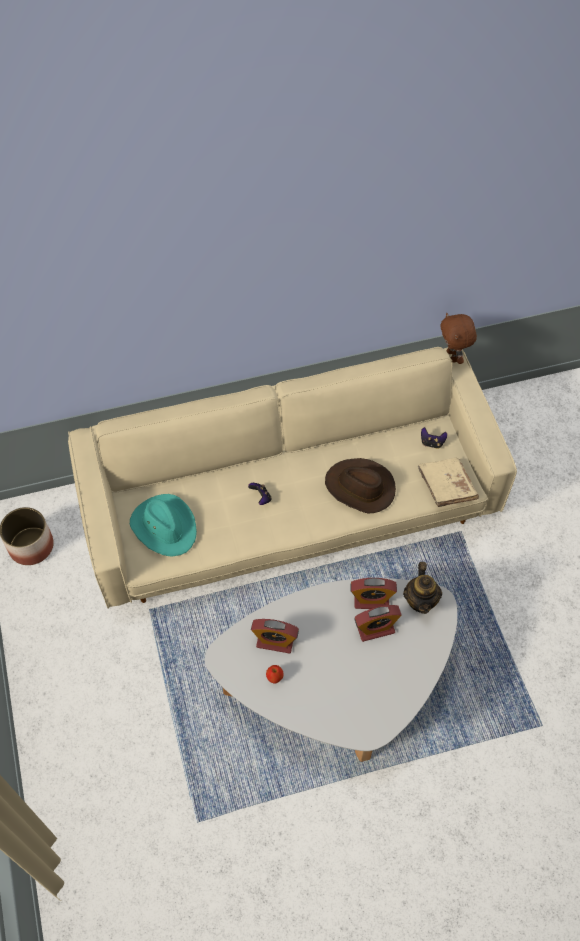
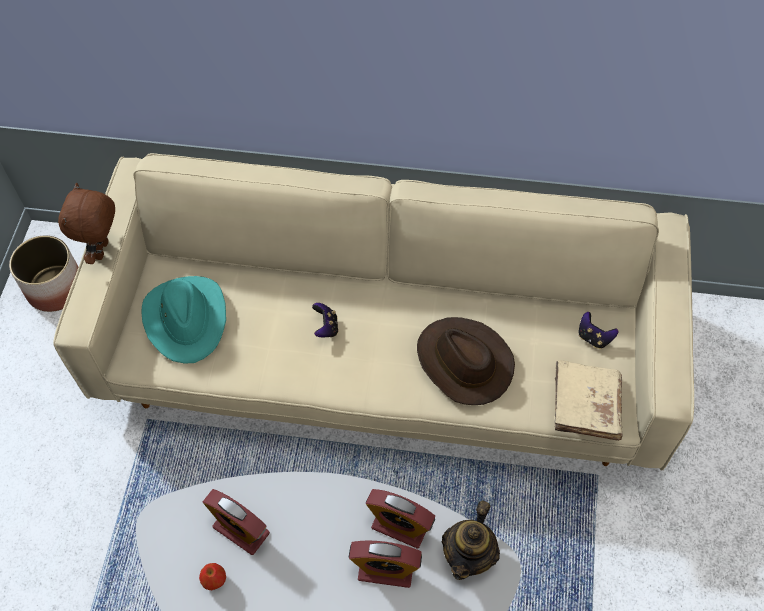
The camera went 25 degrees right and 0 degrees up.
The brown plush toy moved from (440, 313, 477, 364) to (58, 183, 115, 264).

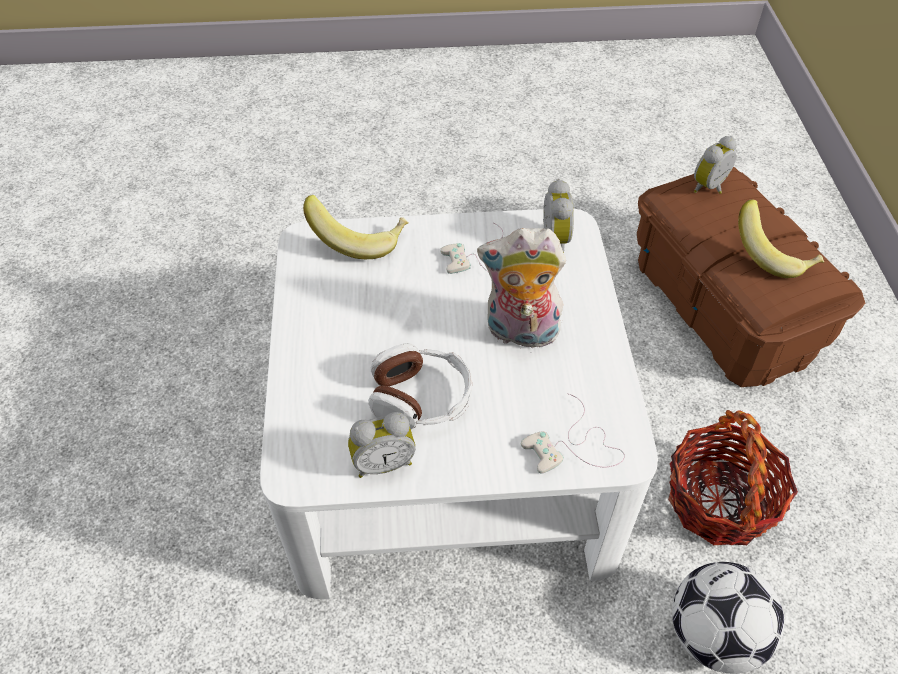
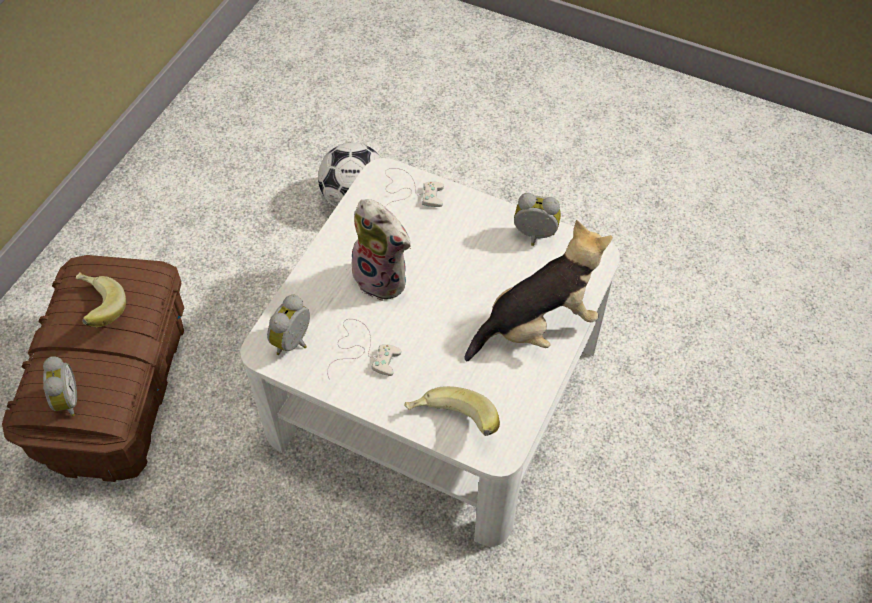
The camera went 150 degrees left and 5 degrees up.
The headphones at (368, 343, 472, 429) disappeared.
The basket at (668, 410, 798, 545) disappeared.
The alarm clock at (694, 136, 737, 194) turned 90 degrees counterclockwise.
The plush toy at (464, 220, 613, 361) appeared.

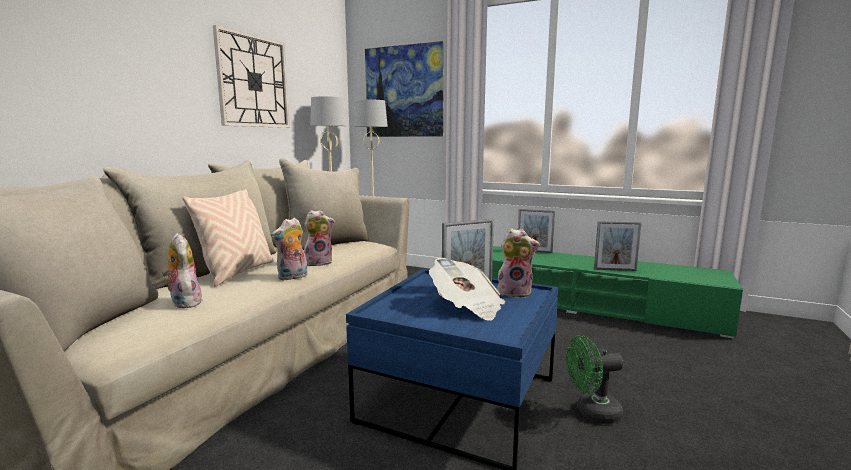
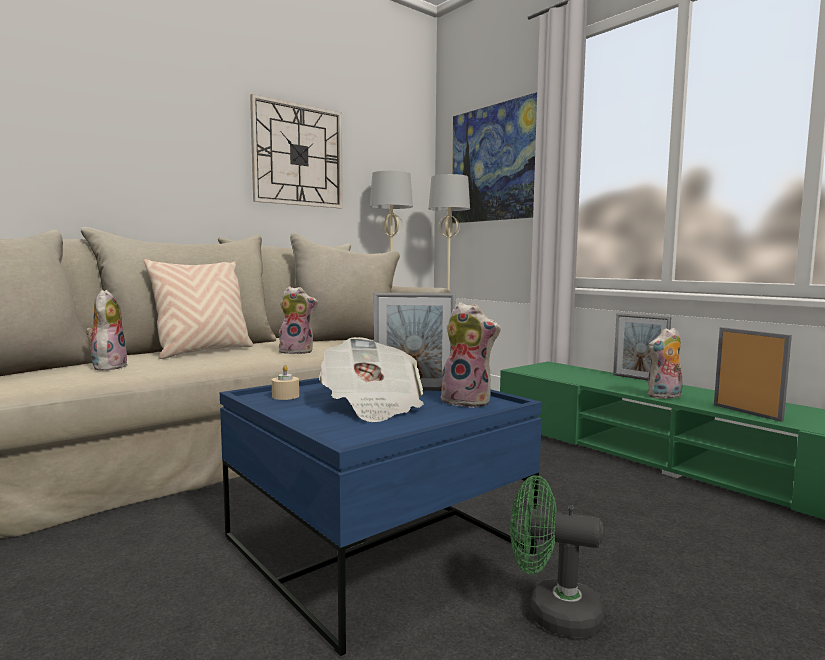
The camera went 25 degrees right and 5 degrees down.
The plush toy moved from (271, 218, 308, 280) to (647, 327, 683, 399).
The picture frame at (594, 221, 642, 271) turned 150 degrees counterclockwise.
The beige candle at (272, 365, 299, 400) appeared.

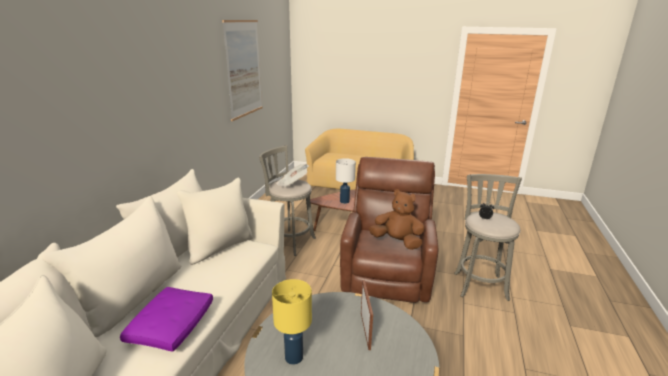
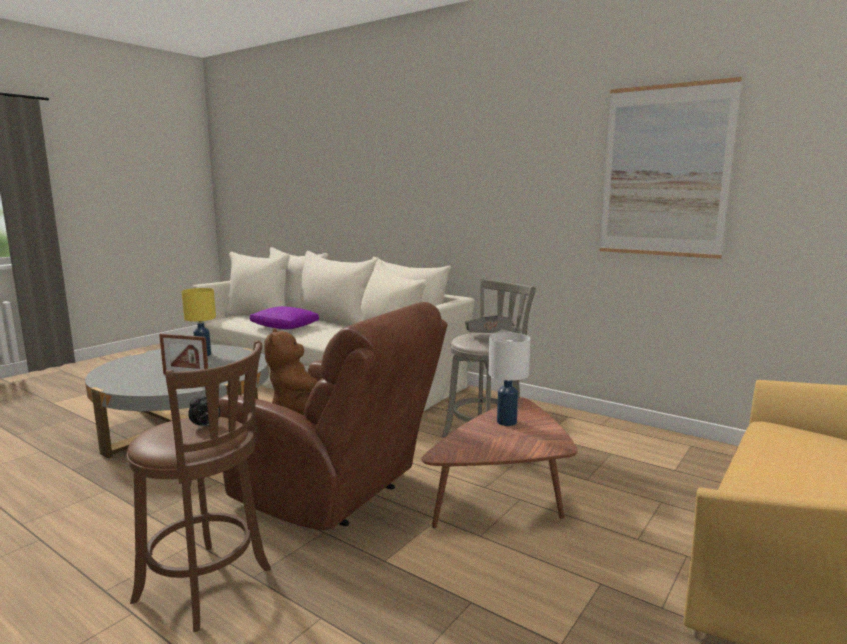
The camera went 110 degrees right and 10 degrees down.
The brown plush toy at (369, 189, 425, 250) turned 120 degrees clockwise.
The grey stool at (454, 174, 522, 301) became the brown stool at (127, 340, 271, 632).

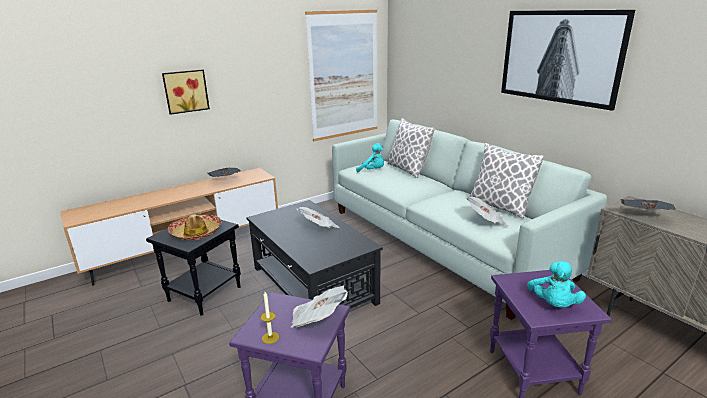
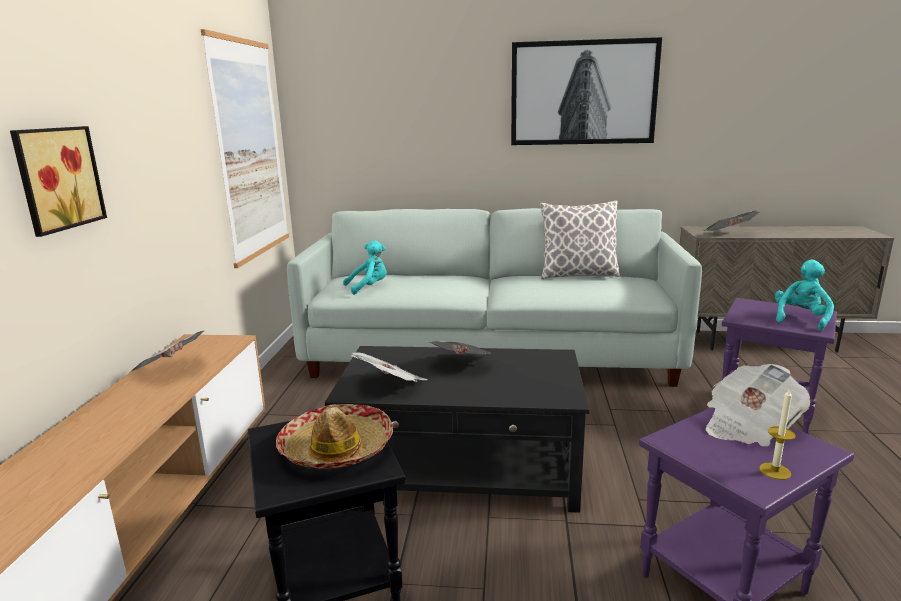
The camera went 50 degrees left and 5 degrees down.
The pillow at (387, 118, 435, 178) disappeared.
The newspaper moved from (465, 197, 508, 226) to (350, 352, 428, 382).
The turquoise plush toy at (527, 261, 586, 308) turned 105 degrees counterclockwise.

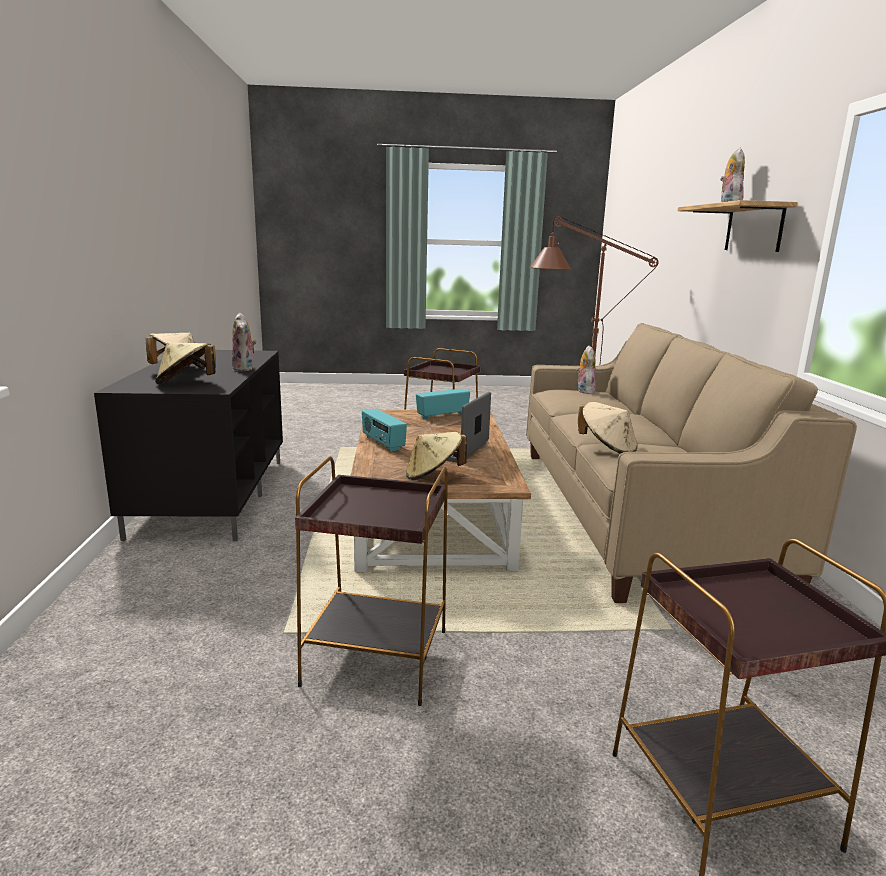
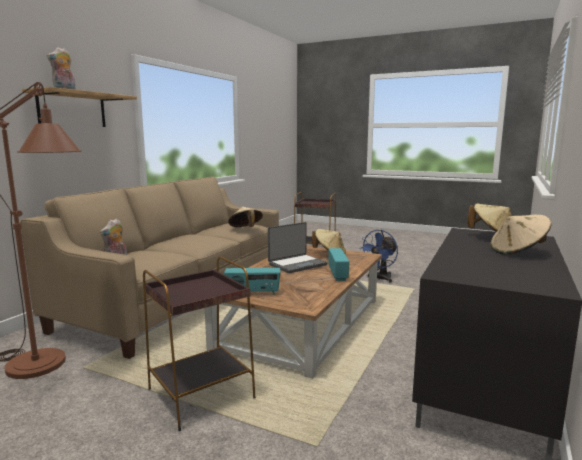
The camera went 150 degrees left and 5 degrees down.
The plush toy at (232, 313, 256, 371) disappeared.
The brown side table at (295, 457, 448, 706) was replaced by the blue fan at (359, 230, 398, 283).

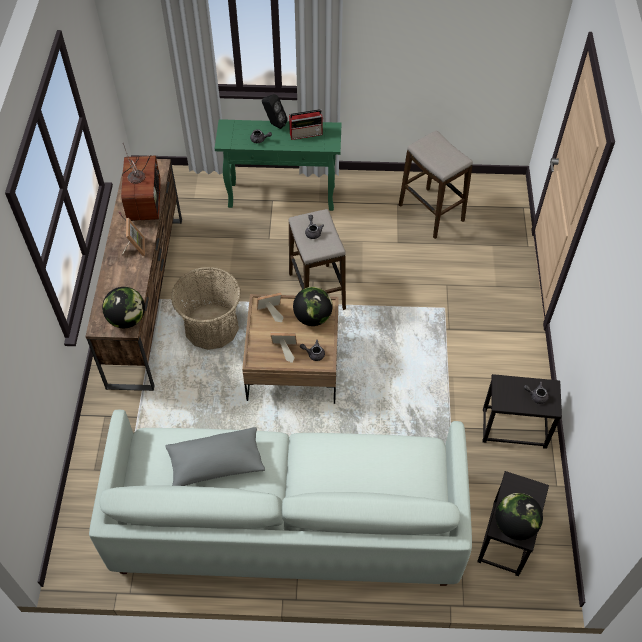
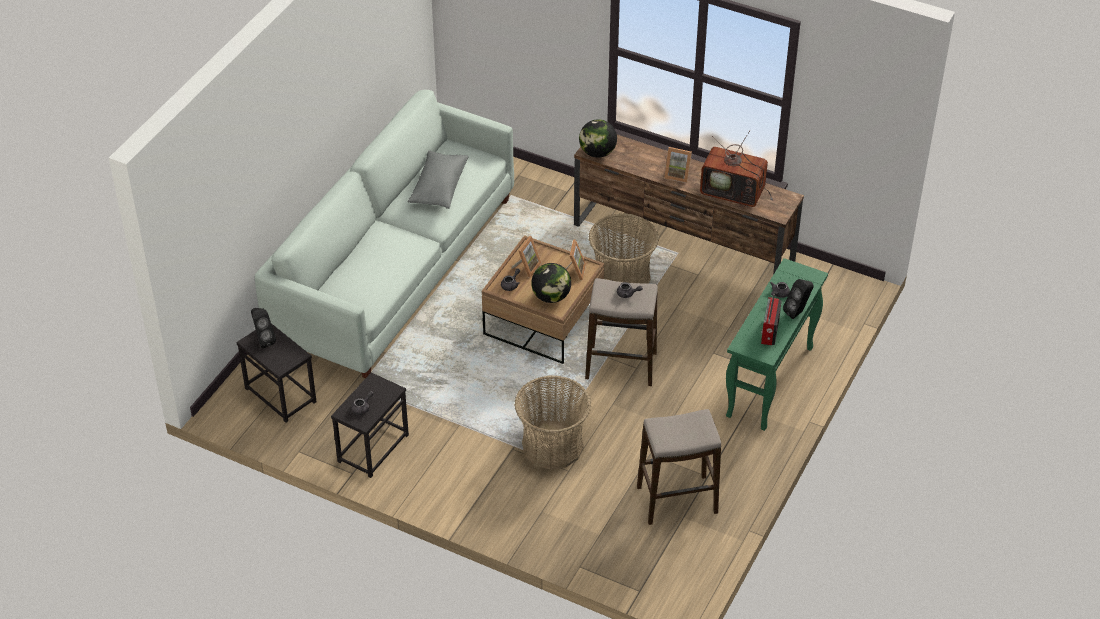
The camera went 115 degrees right and 10 degrees down.
The globe at (496, 493, 543, 540) was replaced by the black speaker at (251, 308, 276, 348).
The basket at (515, 375, 591, 469) appeared.

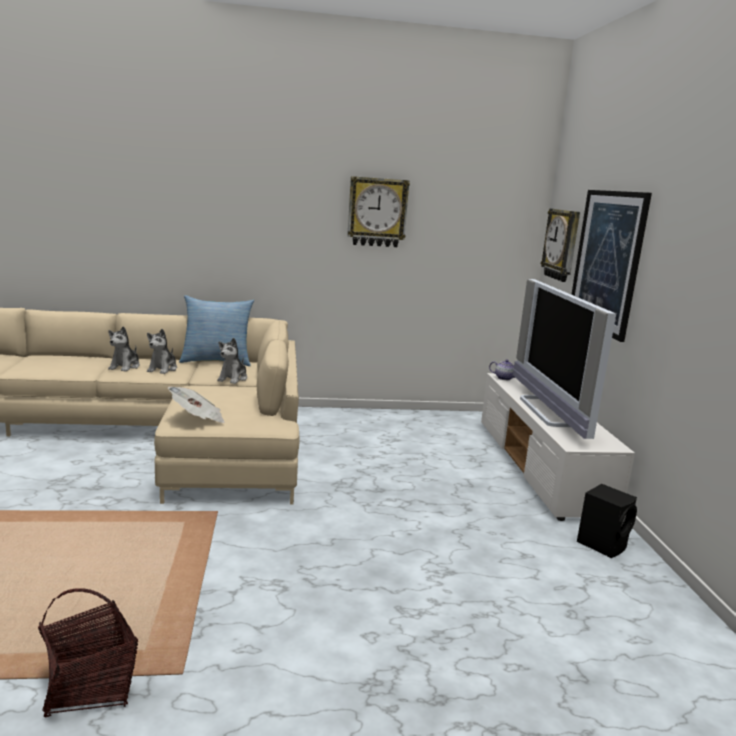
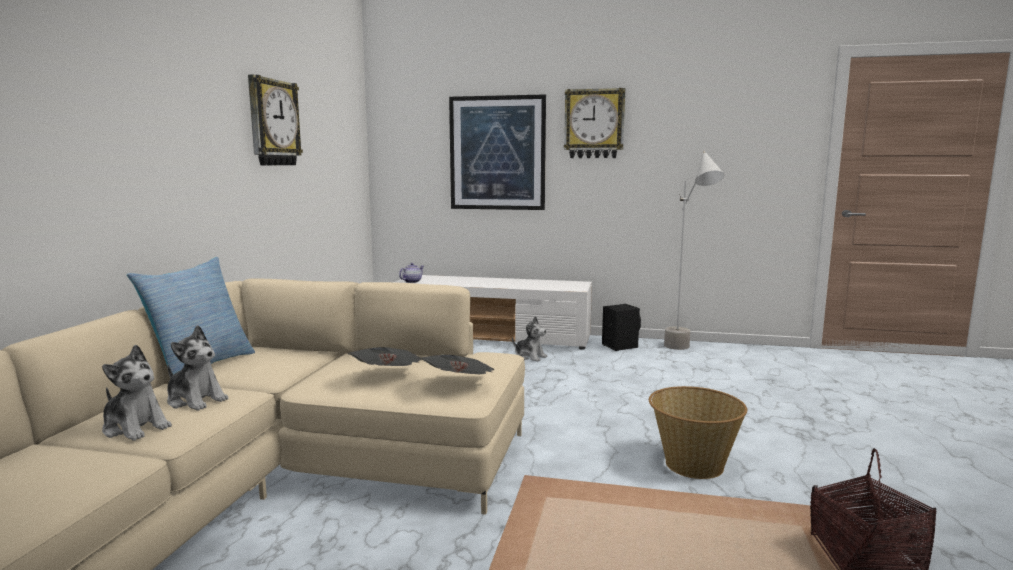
The camera went 70 degrees left and 5 degrees down.
The plush toy moved from (217, 338, 247, 384) to (512, 316, 547, 361).
The television at (513, 279, 616, 439) disappeared.
The wall clock moved from (541, 209, 580, 282) to (564, 88, 625, 158).
The newspaper at (347, 347, 421, 366) appeared.
The basket at (649, 386, 747, 479) appeared.
The grey floor lamp at (664, 151, 724, 350) appeared.

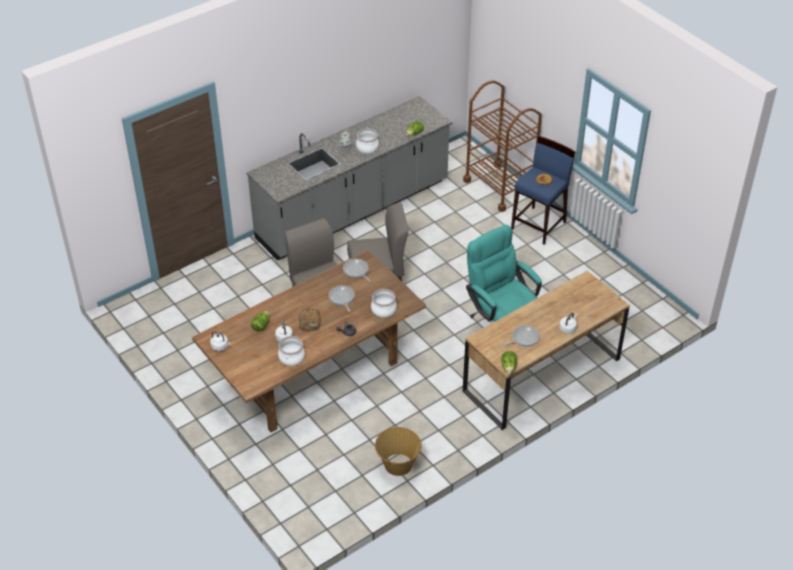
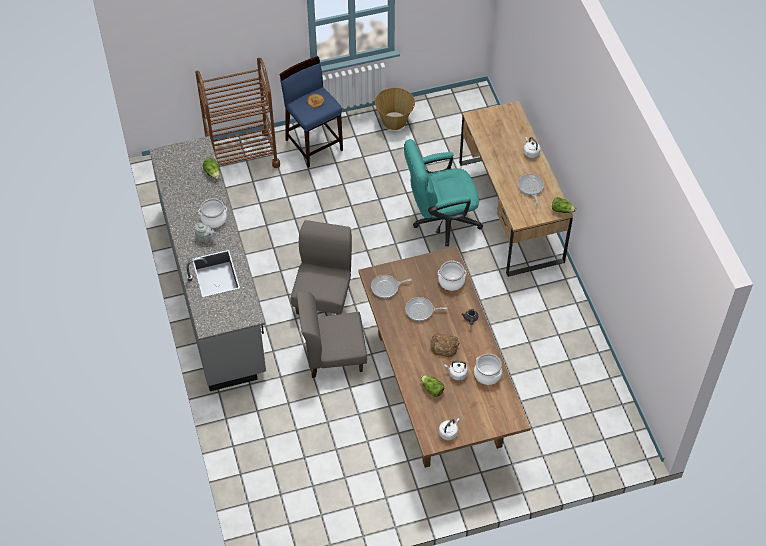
The camera went 70 degrees left and 10 degrees up.
The basket moved from (375, 427, 422, 476) to (375, 88, 415, 130).

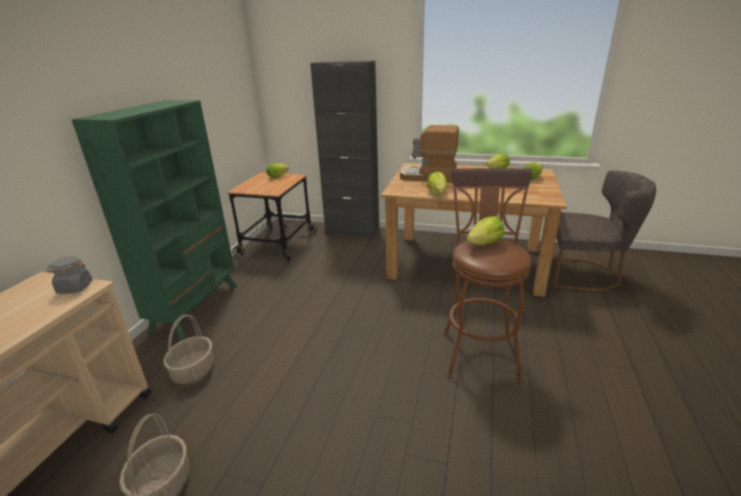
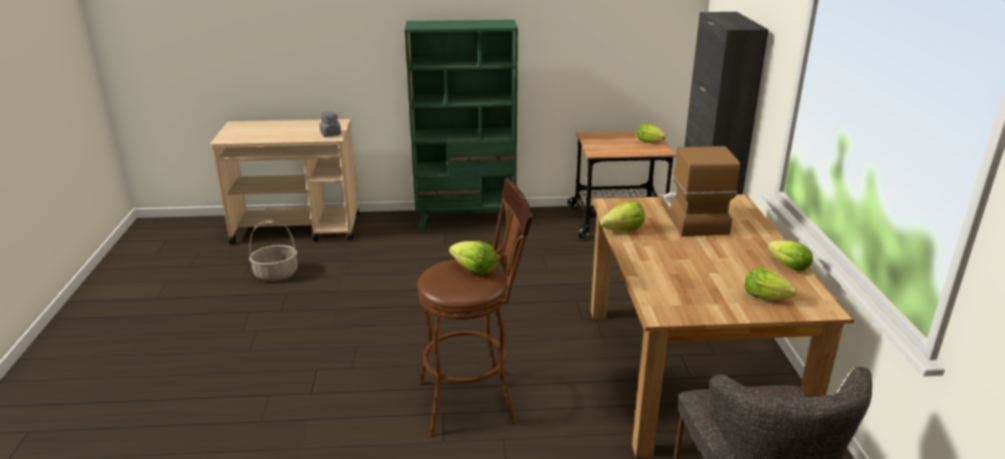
The camera went 70 degrees right and 0 degrees up.
The basket at (163, 315, 214, 384) disappeared.

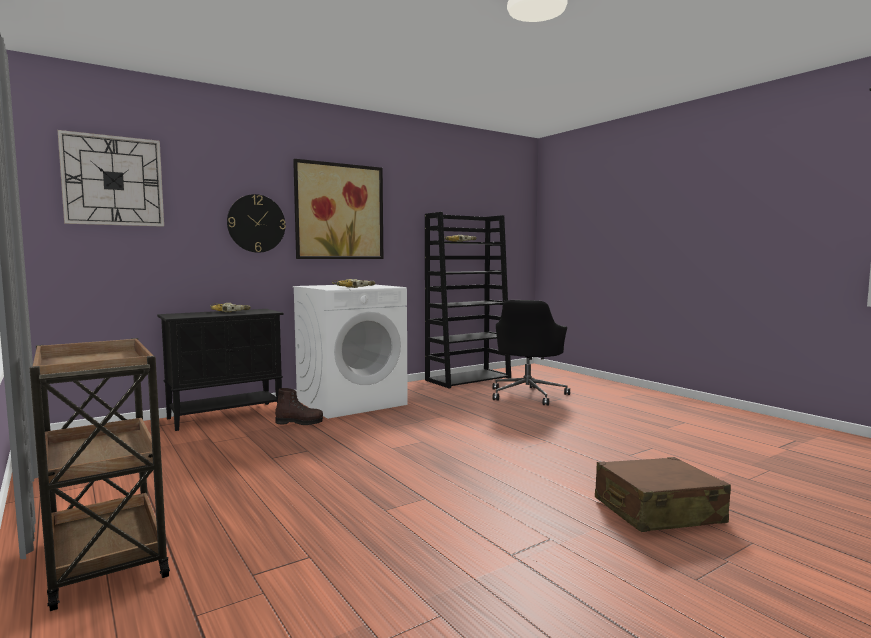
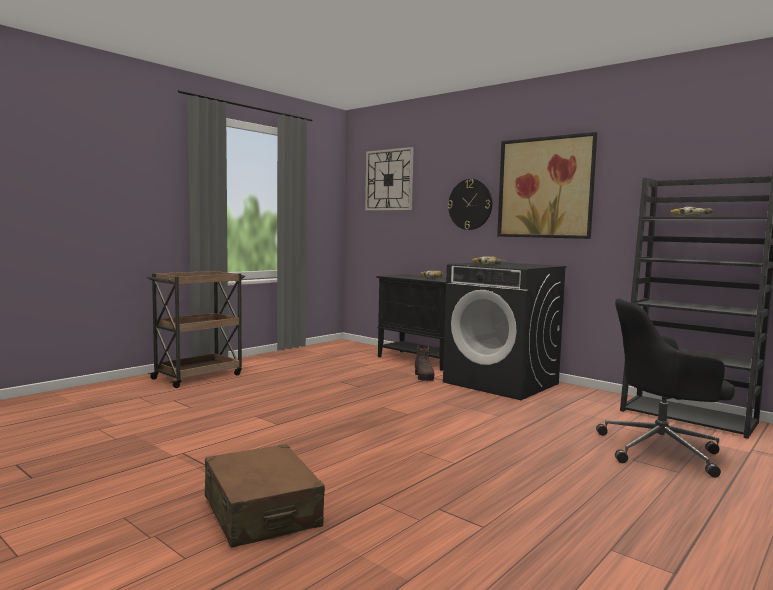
The camera went 75 degrees right and 0 degrees up.
The white washing machine at (293, 285, 408, 419) became the black washing machine at (443, 262, 567, 400).

